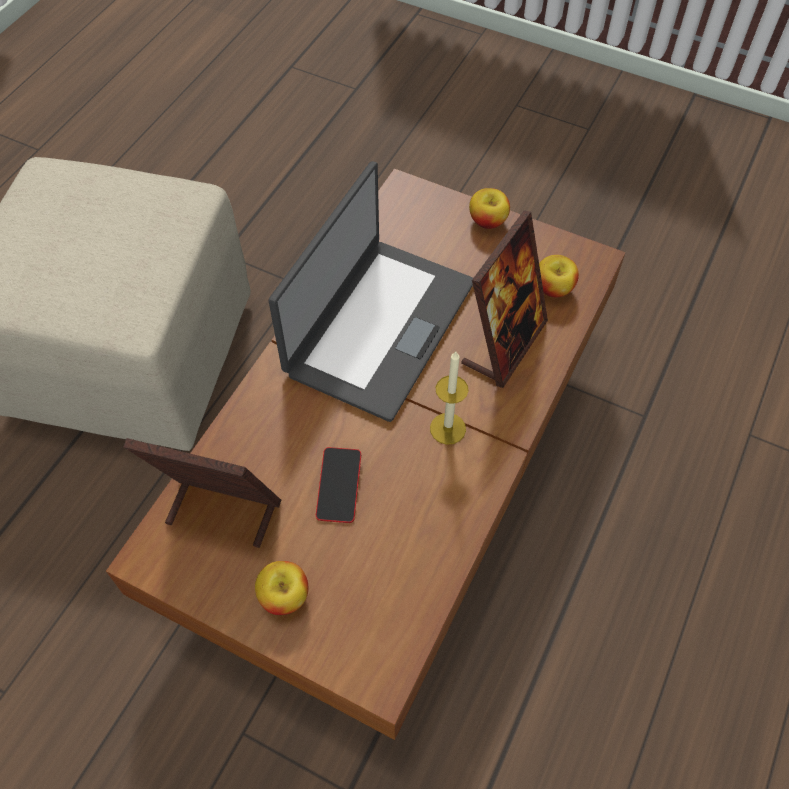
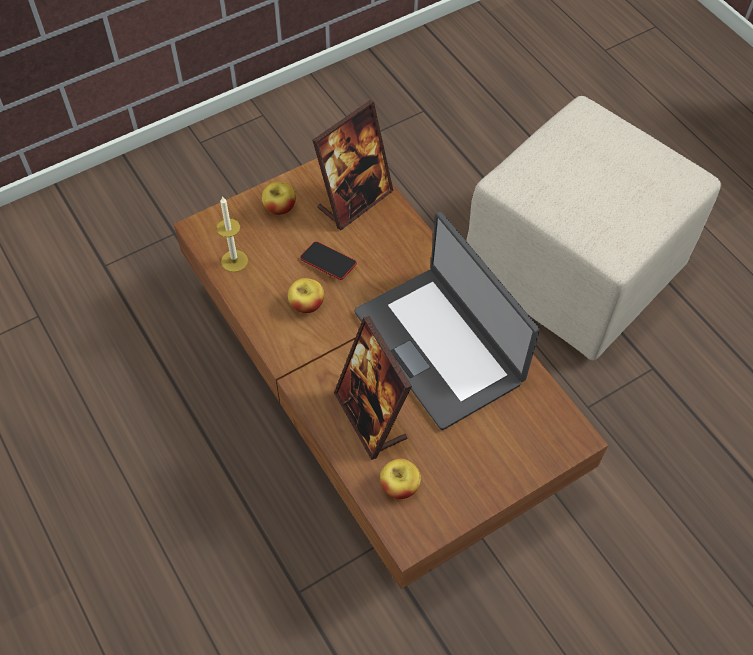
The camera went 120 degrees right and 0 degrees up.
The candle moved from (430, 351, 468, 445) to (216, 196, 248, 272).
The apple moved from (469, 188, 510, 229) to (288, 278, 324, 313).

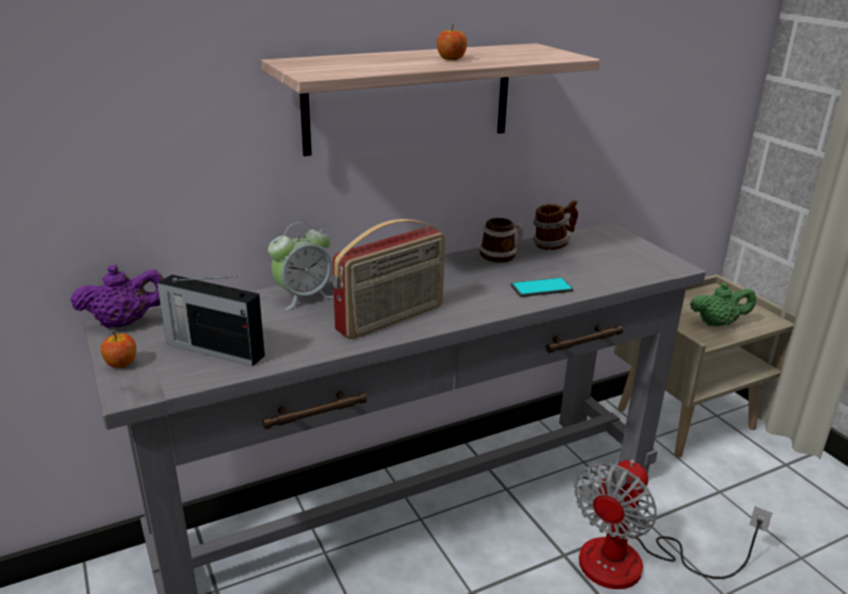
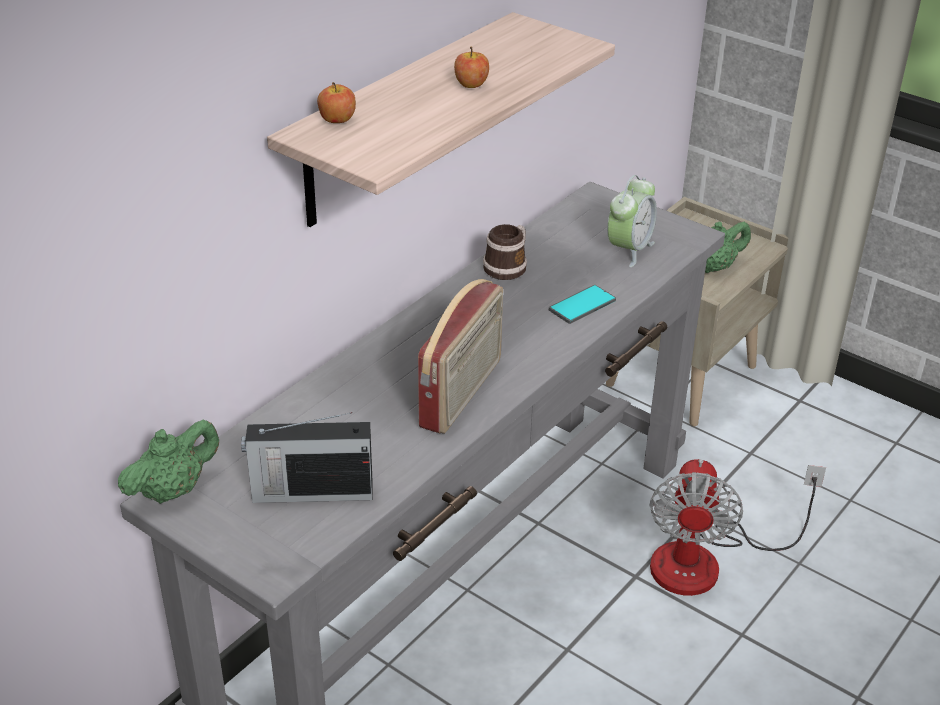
The camera went 25 degrees left and 10 degrees up.
The purple teapot at (70, 265, 164, 328) became the green teapot at (118, 419, 219, 504).
The apple moved from (100, 332, 136, 368) to (317, 82, 356, 123).
The alarm clock moved from (268, 222, 334, 310) to (607, 175, 657, 267).
The mug at (533, 200, 578, 250) disappeared.

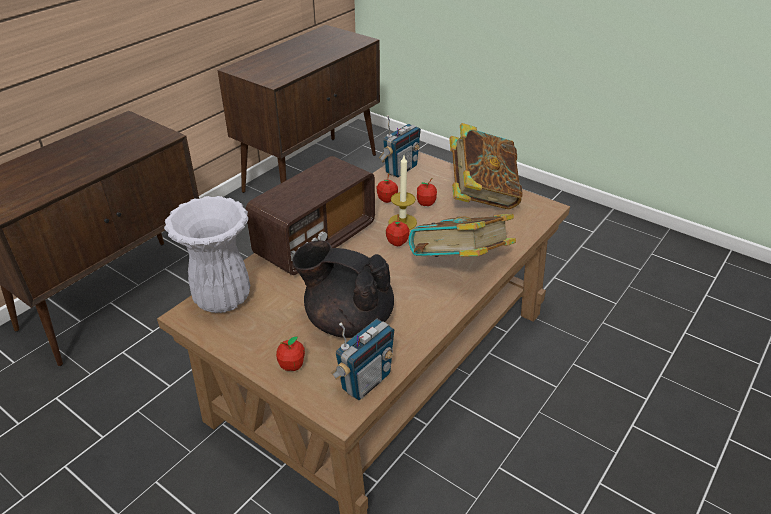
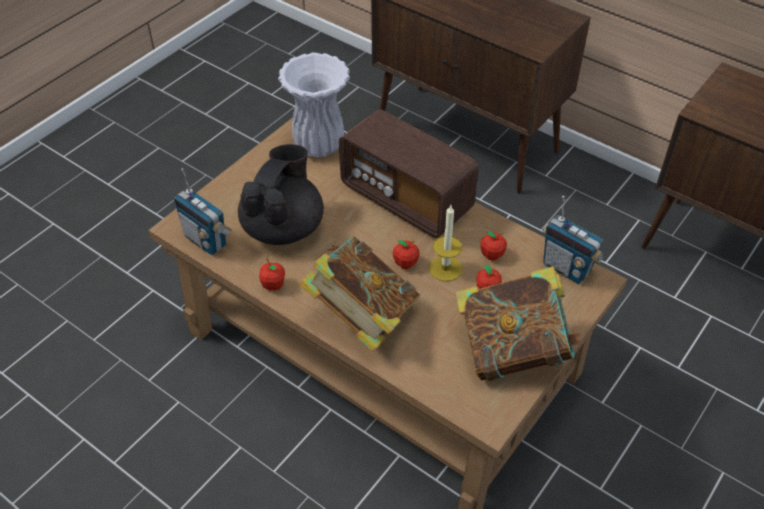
The camera went 90 degrees right and 10 degrees up.
The apple moved from (276, 336, 305, 371) to (259, 257, 285, 291).

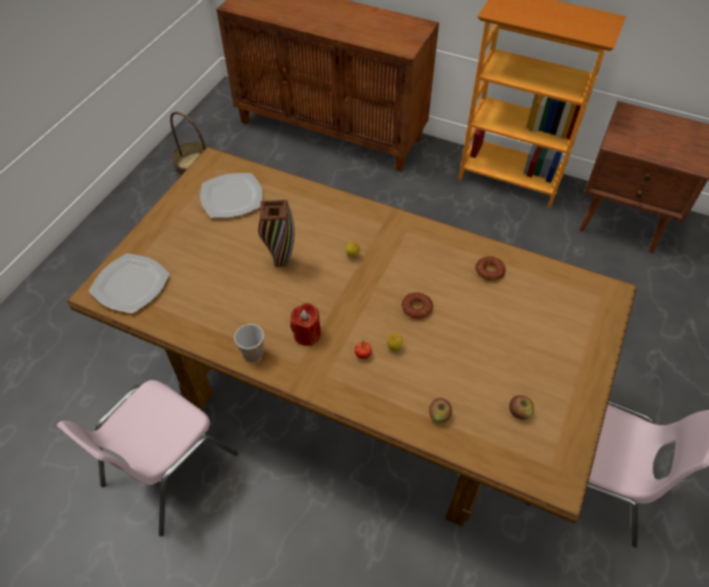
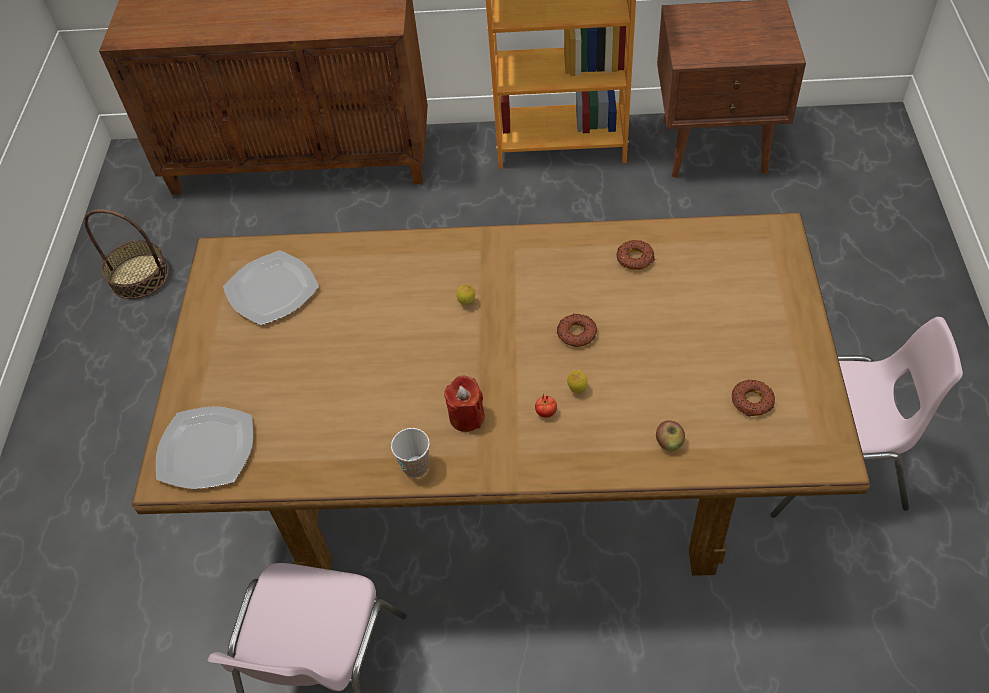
The camera went 20 degrees left and 0 degrees up.
The brown vase at (258, 200, 294, 267) disappeared.
The apple at (509, 395, 534, 420) was replaced by the donut at (732, 380, 775, 416).

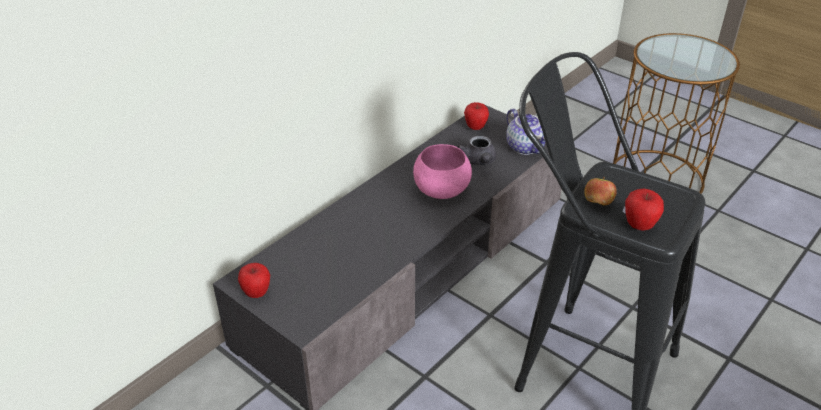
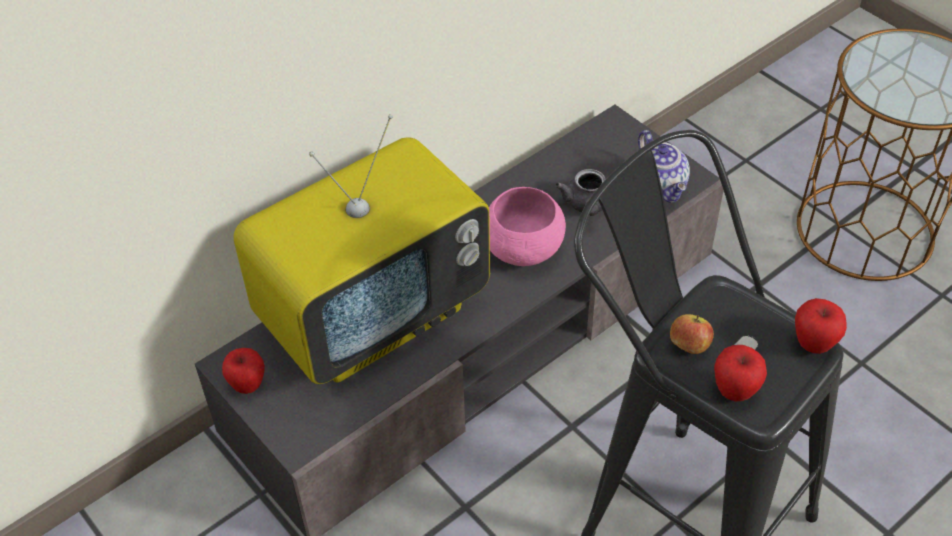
The camera went 10 degrees right and 10 degrees up.
The apple moved from (464, 102, 489, 130) to (795, 298, 847, 354).
The television at (234, 114, 490, 384) appeared.

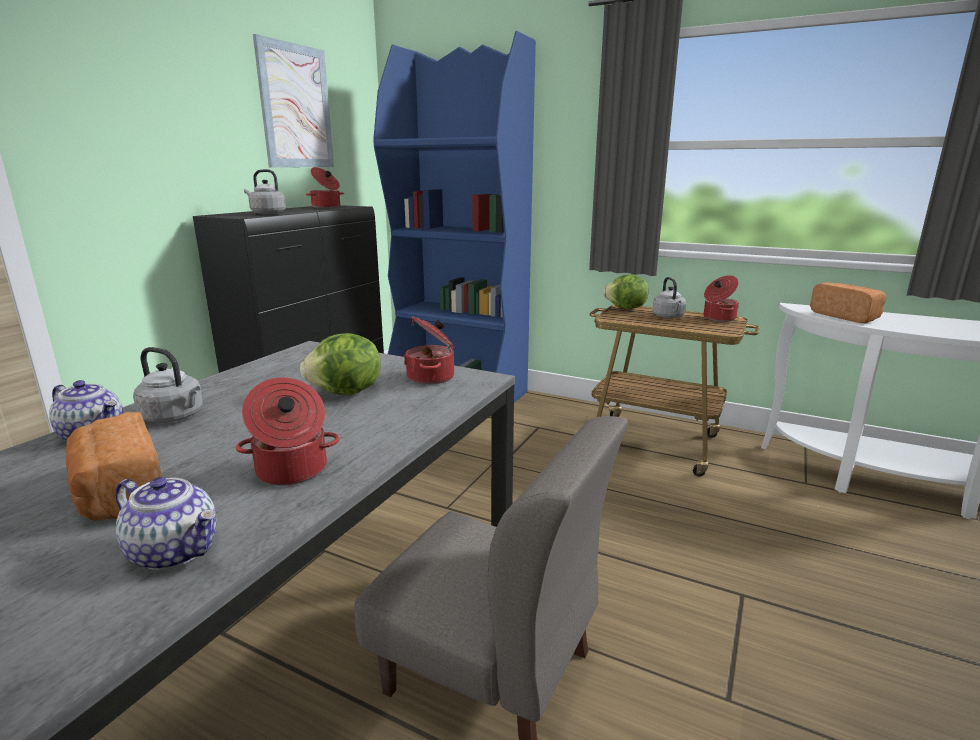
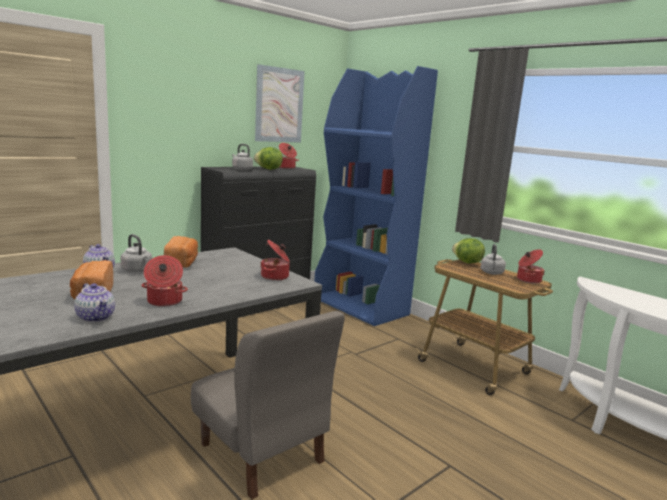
The camera went 20 degrees right and 5 degrees down.
The lettuce moved from (300, 333, 381, 395) to (254, 147, 283, 170).
The bread moved from (810, 283, 886, 323) to (164, 236, 198, 268).

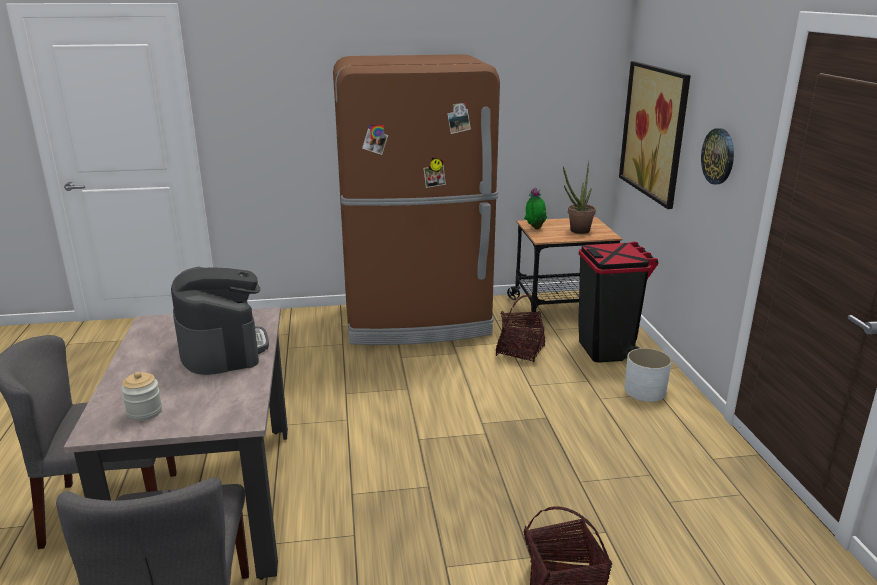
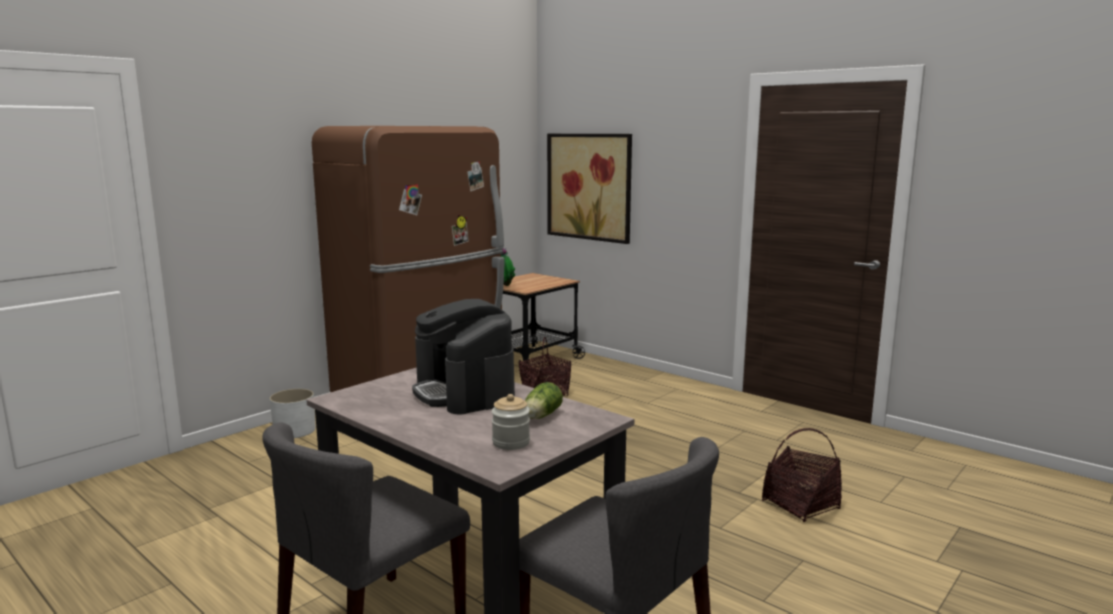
The camera went 40 degrees left and 10 degrees down.
The coffee machine at (171, 267, 269, 375) turned 150 degrees counterclockwise.
The potted plant at (563, 161, 596, 234) disappeared.
The black trash can at (578, 242, 659, 363) disappeared.
The white planter moved from (625, 348, 672, 402) to (270, 389, 316, 438).
The wall clock at (701, 128, 734, 184) disappeared.
The lettuce at (525, 382, 563, 419) appeared.

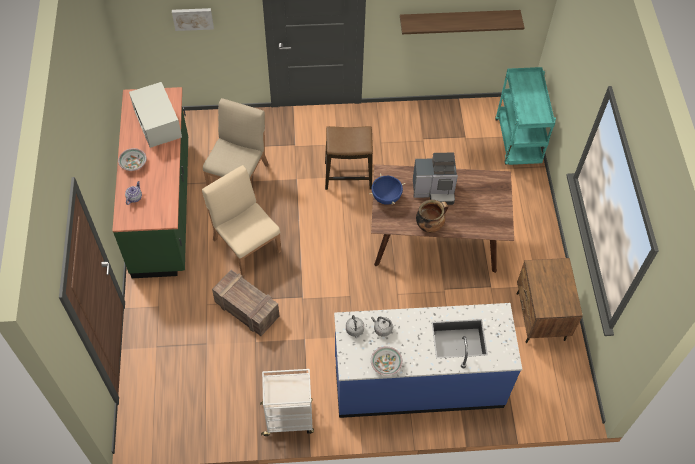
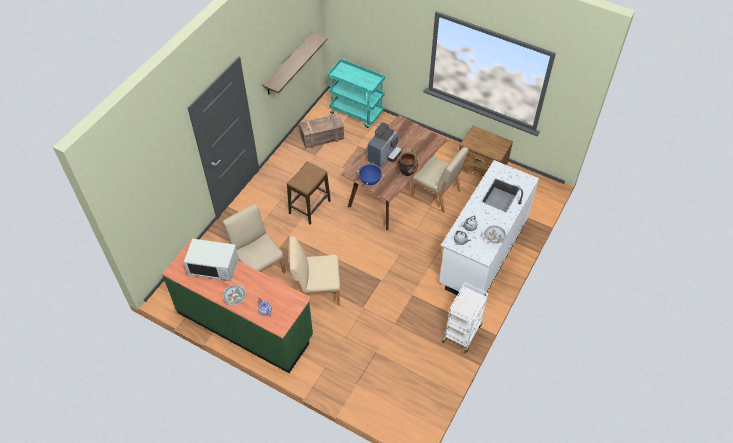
The camera went 55 degrees left and 5 degrees down.
The picture at (172, 8, 214, 31) disappeared.
The crate moved from (212, 270, 280, 336) to (299, 114, 344, 148).
The blue counter at (334, 303, 522, 418) became the white counter at (439, 160, 539, 296).
The beige chair at (411, 147, 469, 213) appeared.

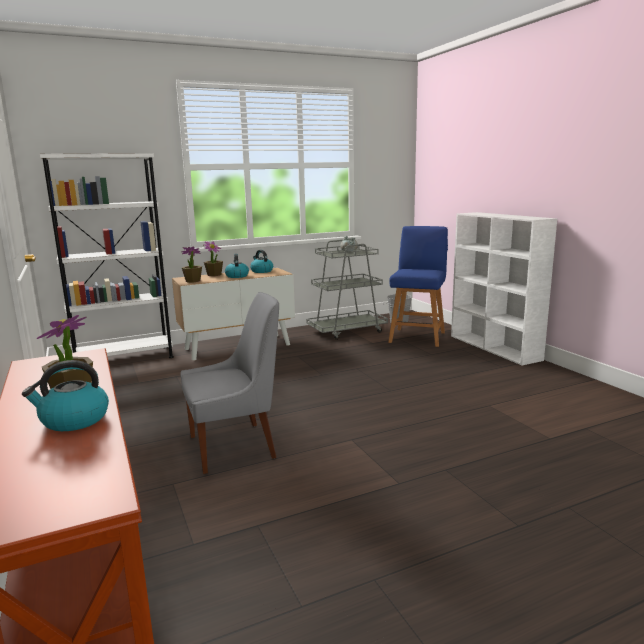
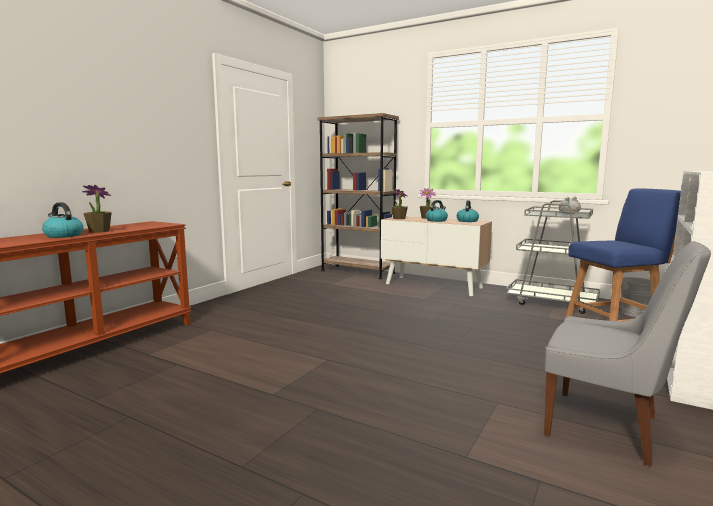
The camera went 55 degrees right and 5 degrees down.
The white bookcase at (40, 153, 174, 358) became the brown bookcase at (318, 113, 399, 279).
The grey chair moved from (180, 292, 279, 474) to (544, 241, 711, 467).

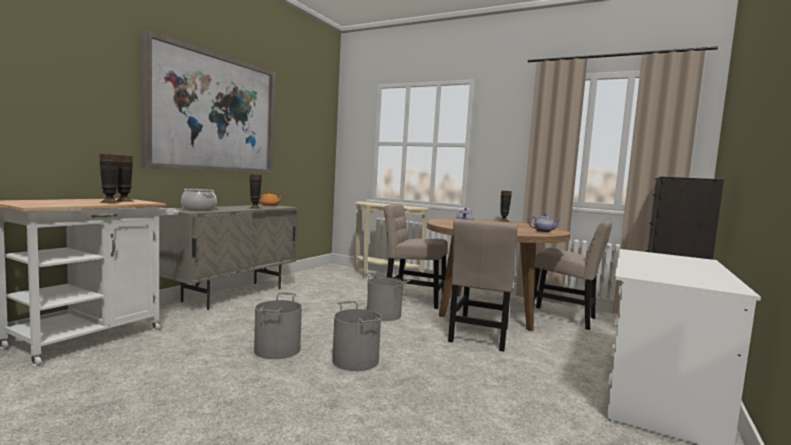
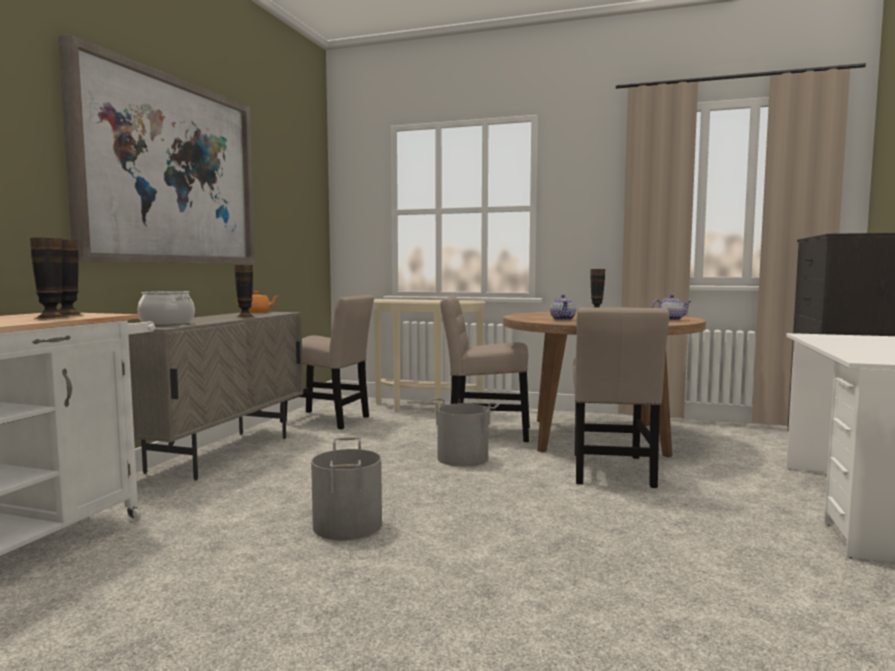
The camera went 10 degrees left and 0 degrees up.
The grey bucket at (332, 301, 381, 371) disappeared.
The beige chair moved from (534, 219, 612, 330) to (280, 295, 374, 430).

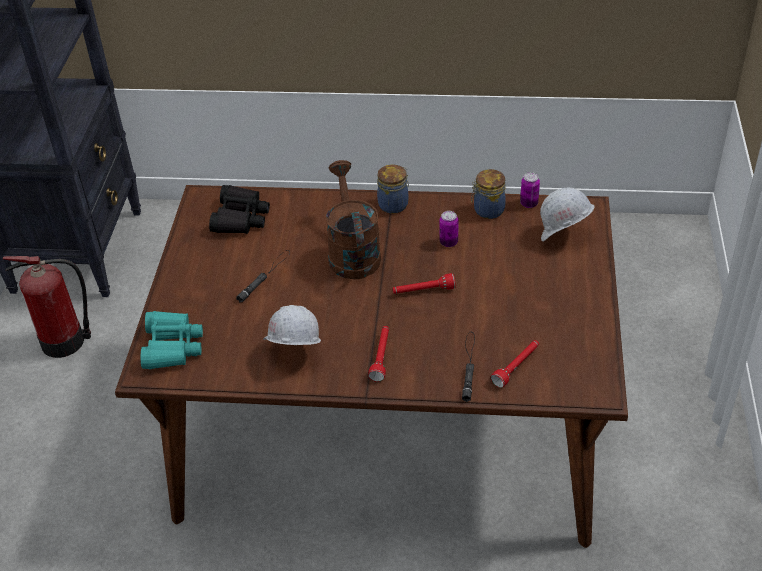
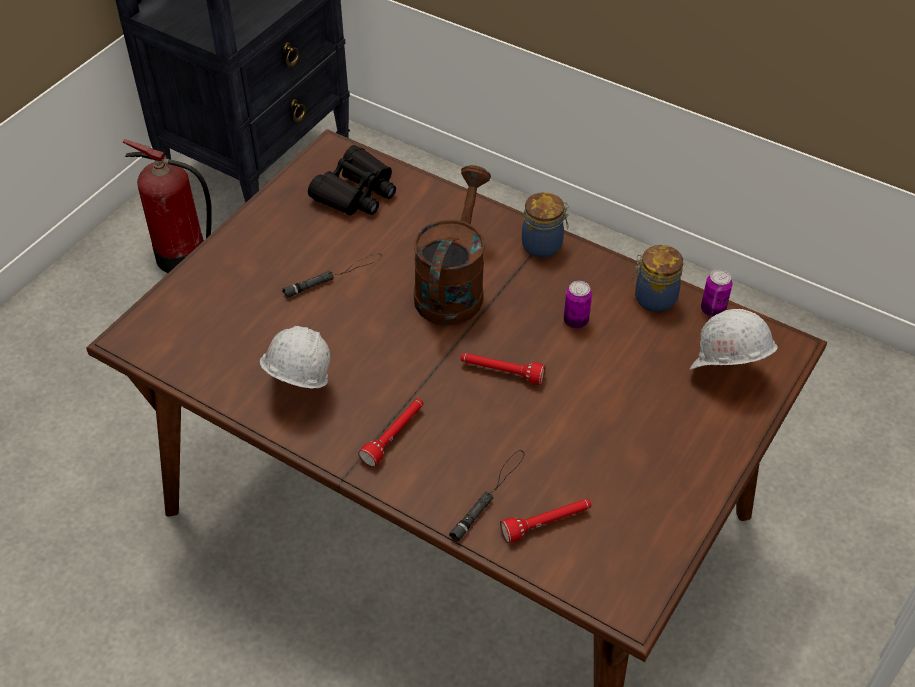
The camera went 25 degrees right and 5 degrees up.
The turquoise binoculars at (141, 311, 203, 369) disappeared.

